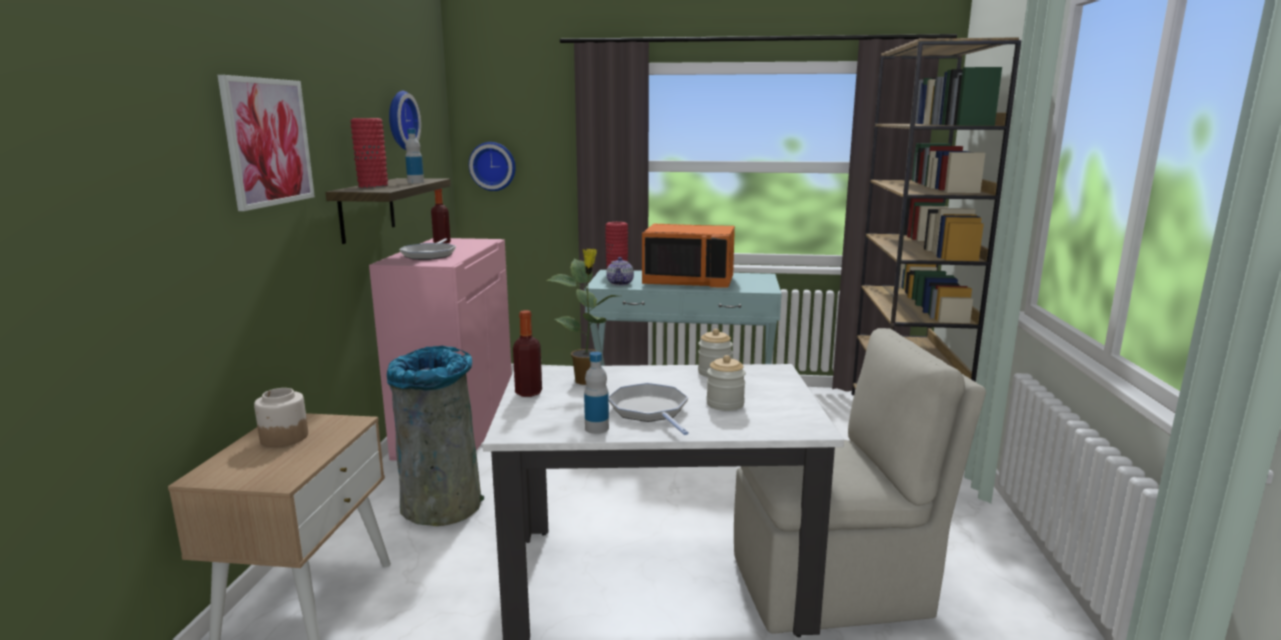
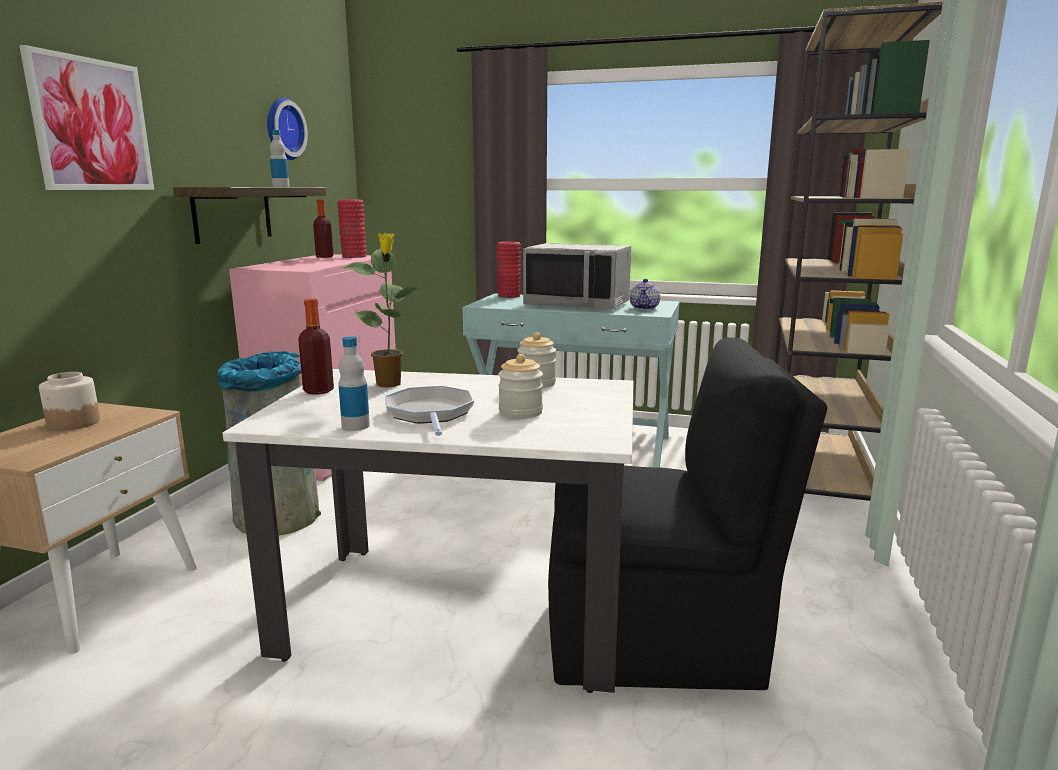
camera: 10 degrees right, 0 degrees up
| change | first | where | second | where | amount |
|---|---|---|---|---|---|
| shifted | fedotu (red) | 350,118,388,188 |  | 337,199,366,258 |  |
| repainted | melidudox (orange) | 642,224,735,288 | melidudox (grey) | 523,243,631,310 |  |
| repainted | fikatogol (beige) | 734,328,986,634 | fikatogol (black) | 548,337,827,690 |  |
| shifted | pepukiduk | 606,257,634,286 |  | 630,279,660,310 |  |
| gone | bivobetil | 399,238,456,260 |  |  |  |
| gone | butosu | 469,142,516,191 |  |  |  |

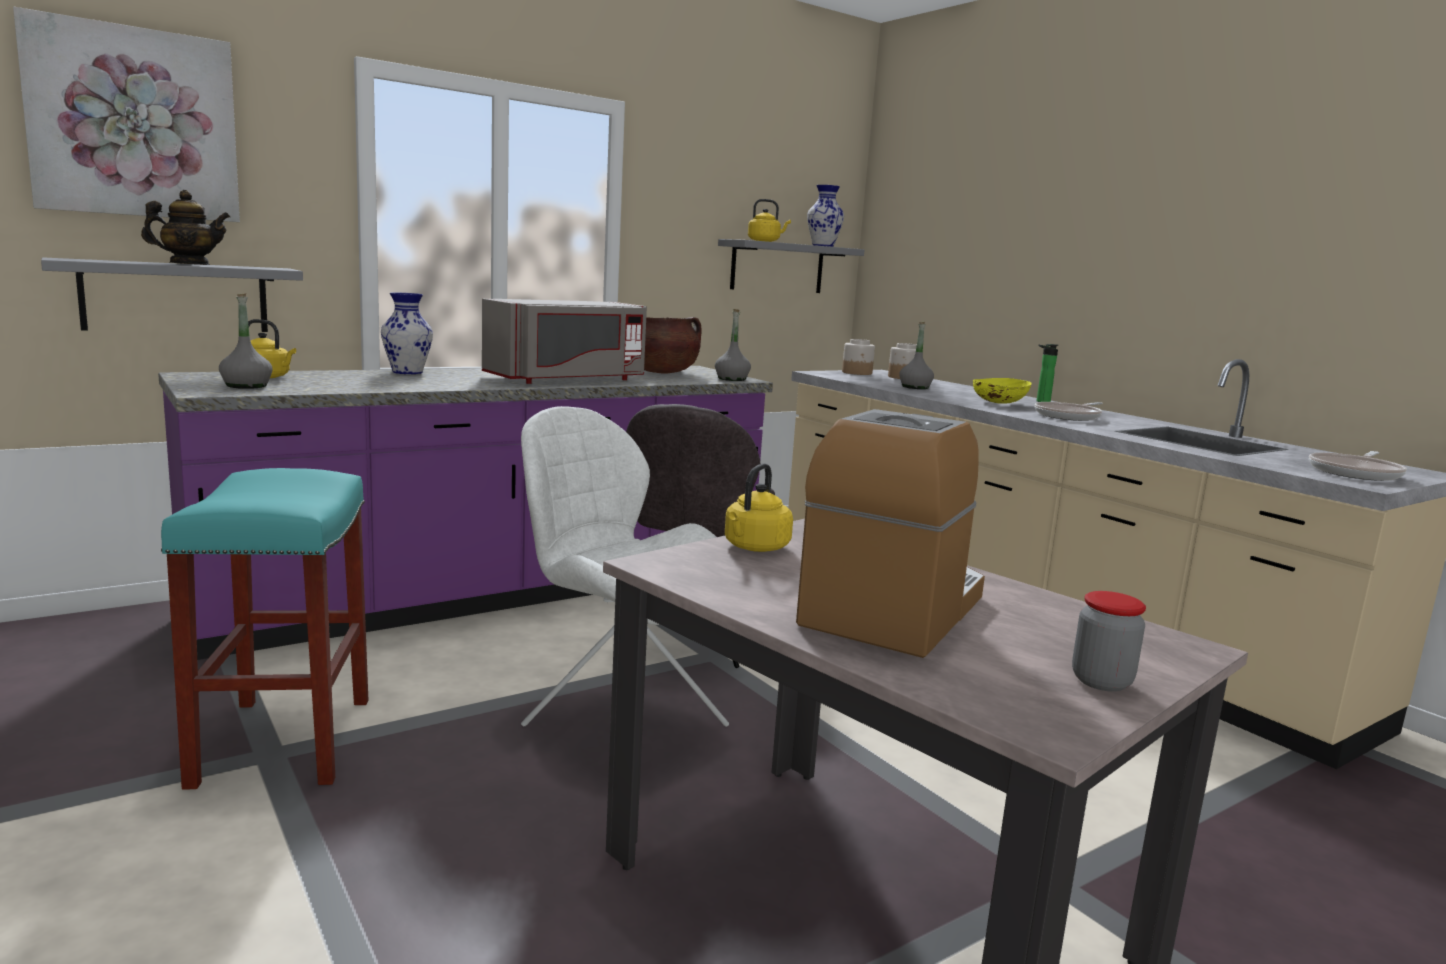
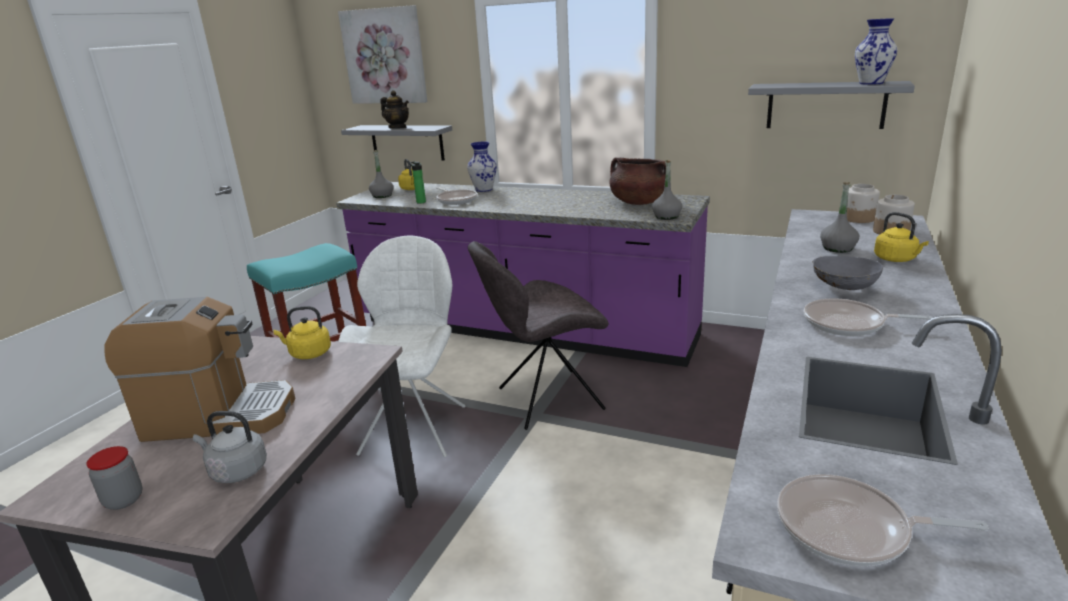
camera: 60 degrees right, 10 degrees up
| change | first | where | second | where | amount |
|---|---|---|---|---|---|
| new |  |  | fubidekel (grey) | 193,411,267,483 |  |
| shifted | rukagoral | 1037,344,1058,402 |  | 409,161,426,204 |  |
| new |  |  | bivobetil | 436,187,477,205 |  |
| repainted | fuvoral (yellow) | 973,378,1032,404 | fuvoral (grey) | 813,256,883,290 |  |
| shifted | fubidekel (yellow) | 748,199,791,242 |  | 874,212,929,262 |  |
| gone | melidudox (grey) | 482,299,647,384 |  |  |  |

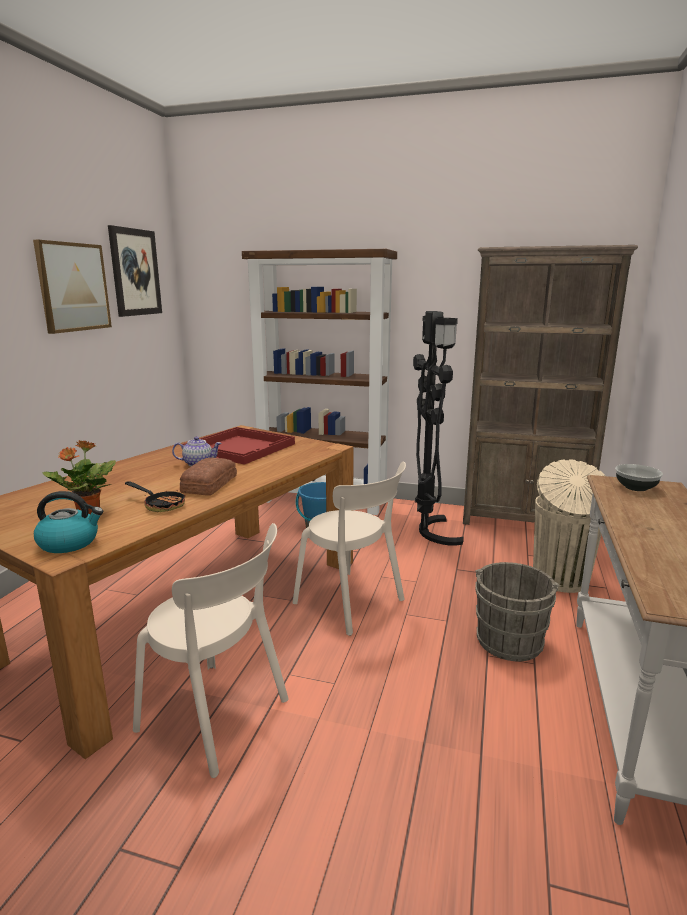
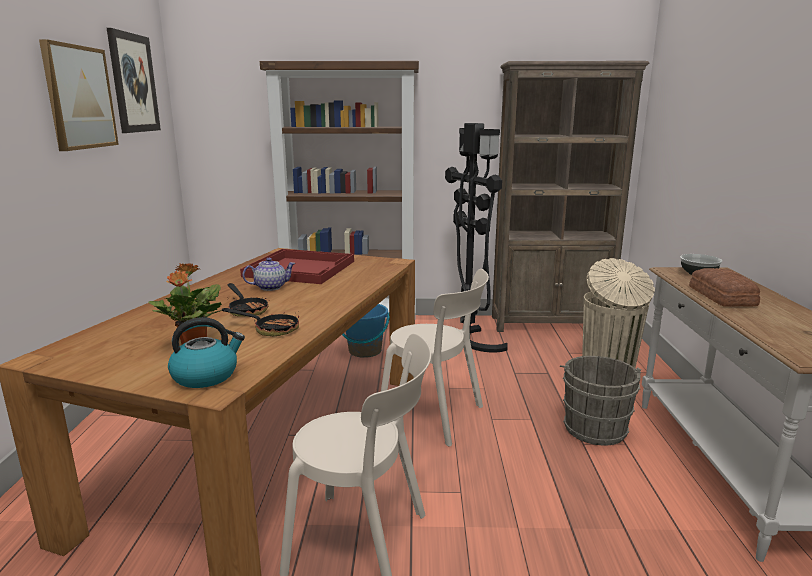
camera: 15 degrees left, 0 degrees up
| change | first | where | second | where | amount |
|---|---|---|---|---|---|
| new |  |  | bivobetil | 227,283,269,317 |  |
| shifted | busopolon | 180,457,237,496 |  | 689,268,760,307 |  |

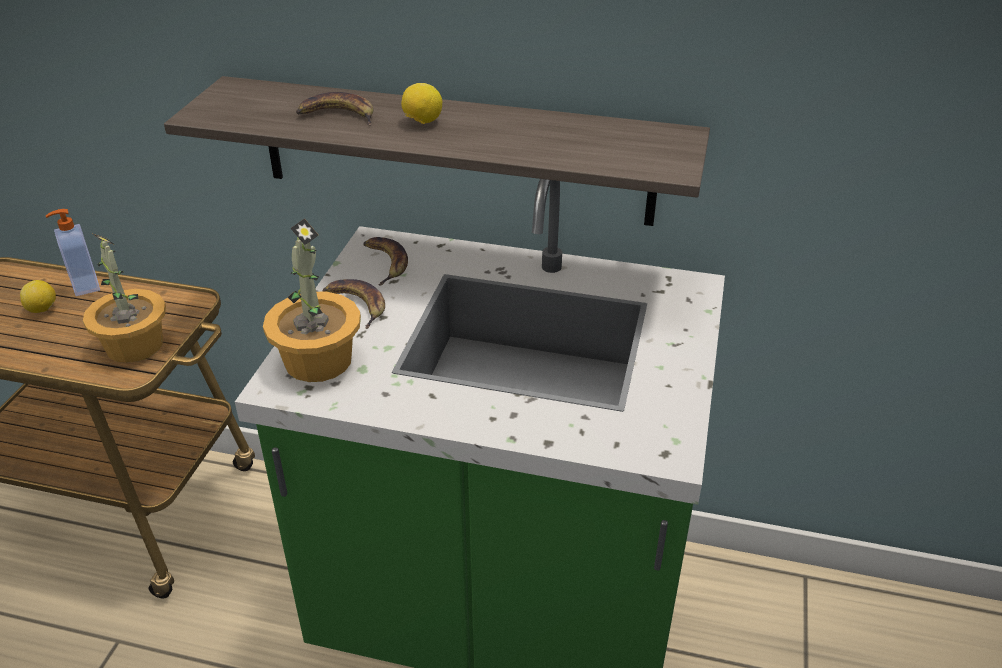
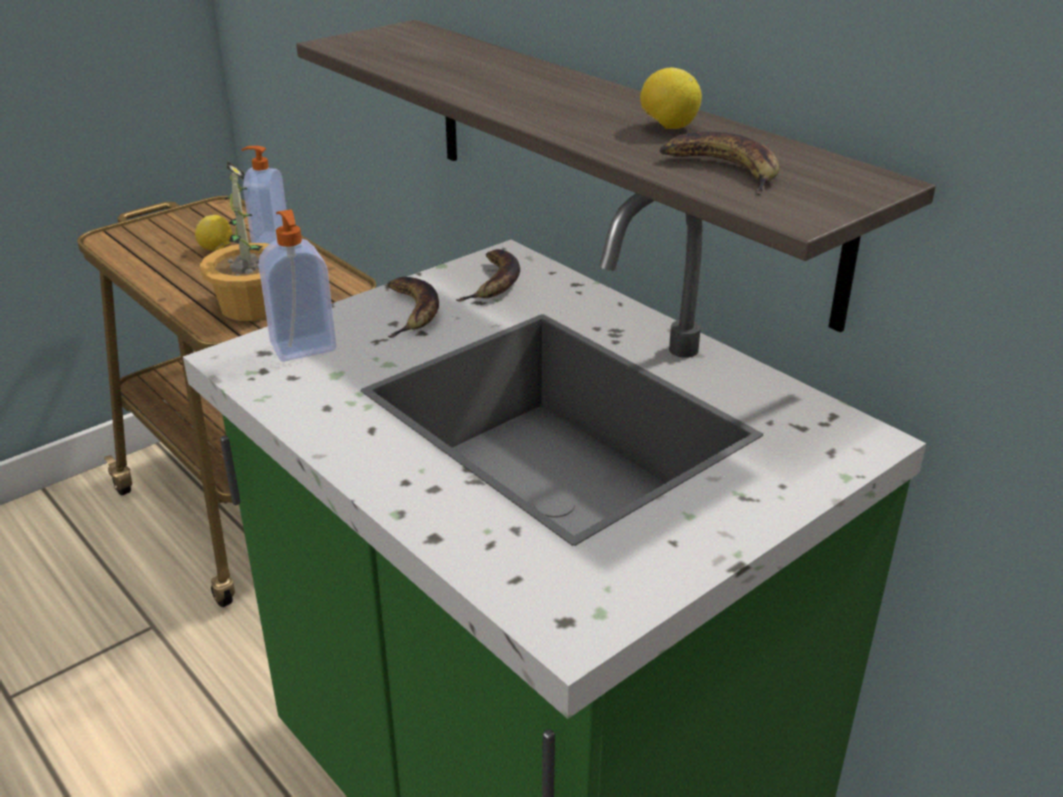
camera: 35 degrees right, 5 degrees down
| change | first | where | second | where | amount |
|---|---|---|---|---|---|
| swapped | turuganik | 263,218,361,382 | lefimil | 259,209,336,362 |  |
| shifted | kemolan | 401,83,442,124 |  | 640,67,702,129 |  |
| shifted | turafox | 296,92,373,126 |  | 660,132,779,195 |  |

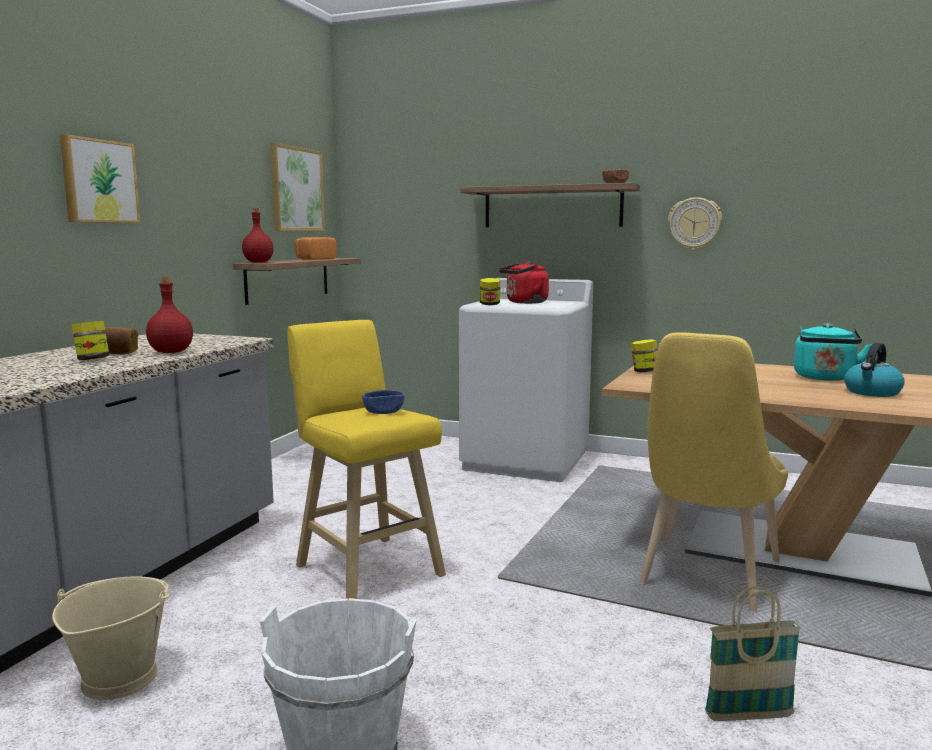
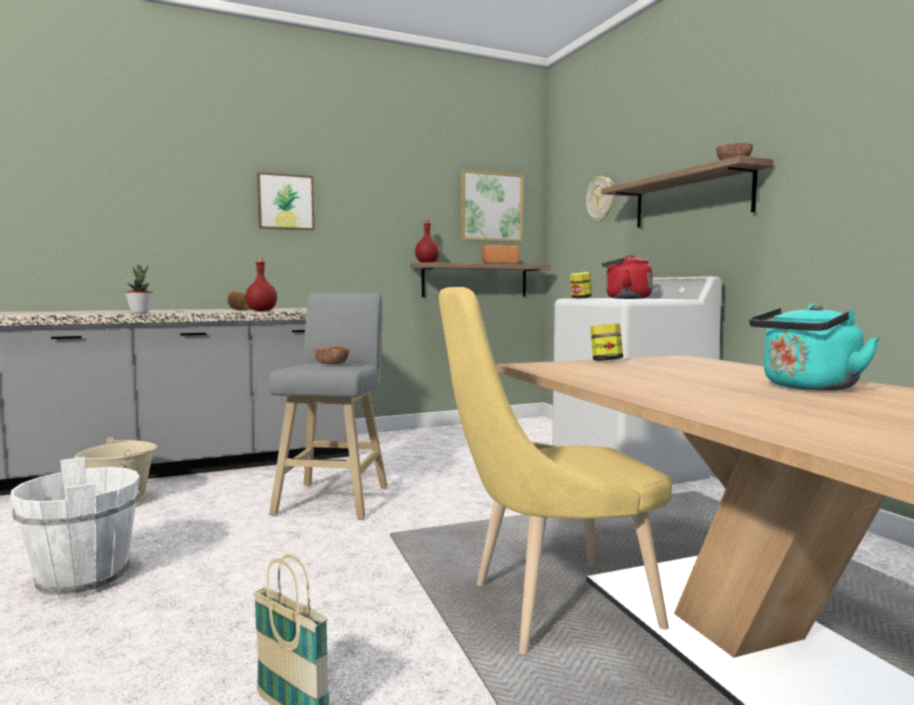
camera: 45 degrees right, 5 degrees down
| change | first | where | second | where | amount |
|---|---|---|---|---|---|
| new |  |  | turuganik | 125,265,152,313 |  |
| repainted | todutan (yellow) | 287,320,446,599 | todutan (grey) | 269,293,388,520 |  |
| repainted | fuvoral (blue) | 362,390,405,414 | fuvoral (brown) | 315,346,349,365 |  |
| shifted | butosu | 668,197,722,250 |  | 586,176,614,222 |  |
| gone | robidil | 72,321,109,360 |  |  |  |
| gone | fubidekel | 844,343,905,397 |  |  |  |

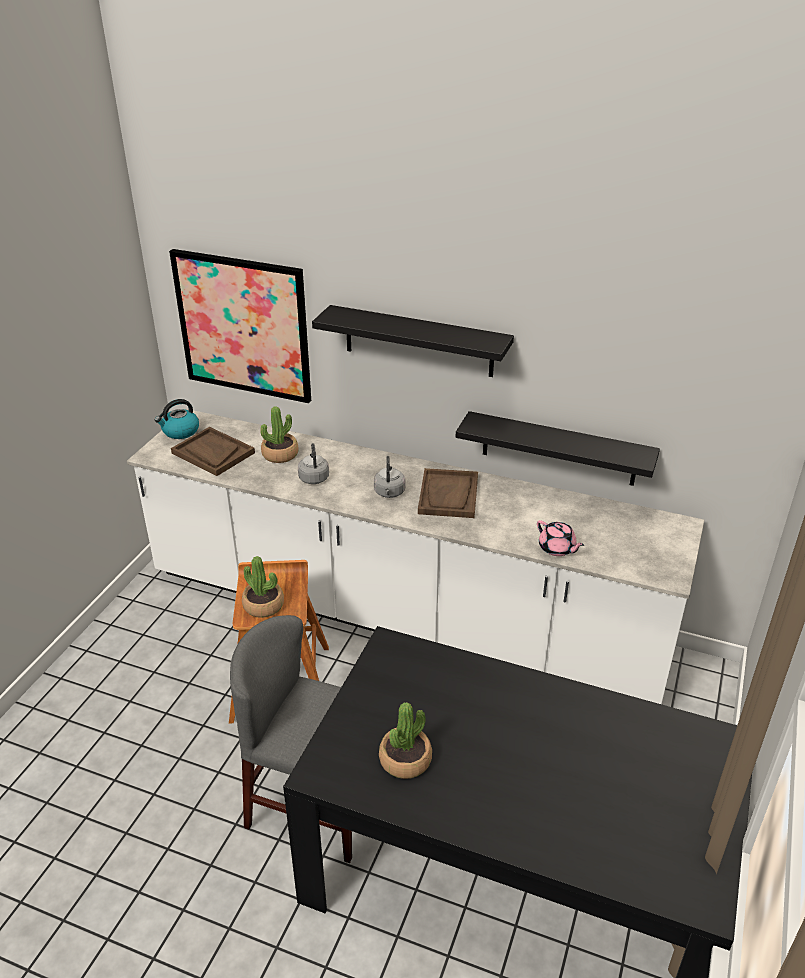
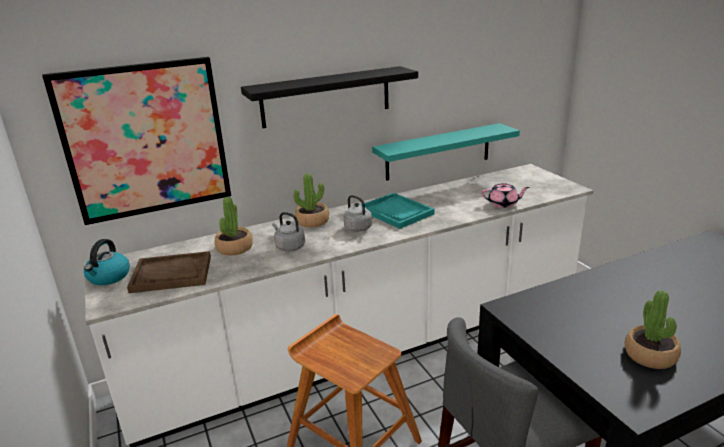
camera: 45 degrees left, 10 degrees down
| change | first | where | second | where | amount |
|---|---|---|---|---|---|
| shifted | turuganik | 242,556,284,618 |  | 293,173,329,228 |  |
| repainted | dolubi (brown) | 418,468,478,518 | dolubi (turquoise) | 360,193,435,229 |  |
| repainted | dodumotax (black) | 456,411,660,486 | dodumotax (turquoise) | 372,123,520,181 |  |

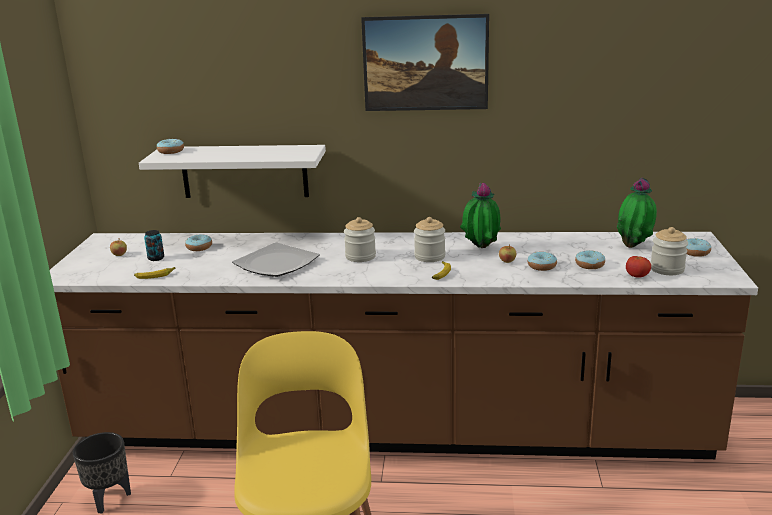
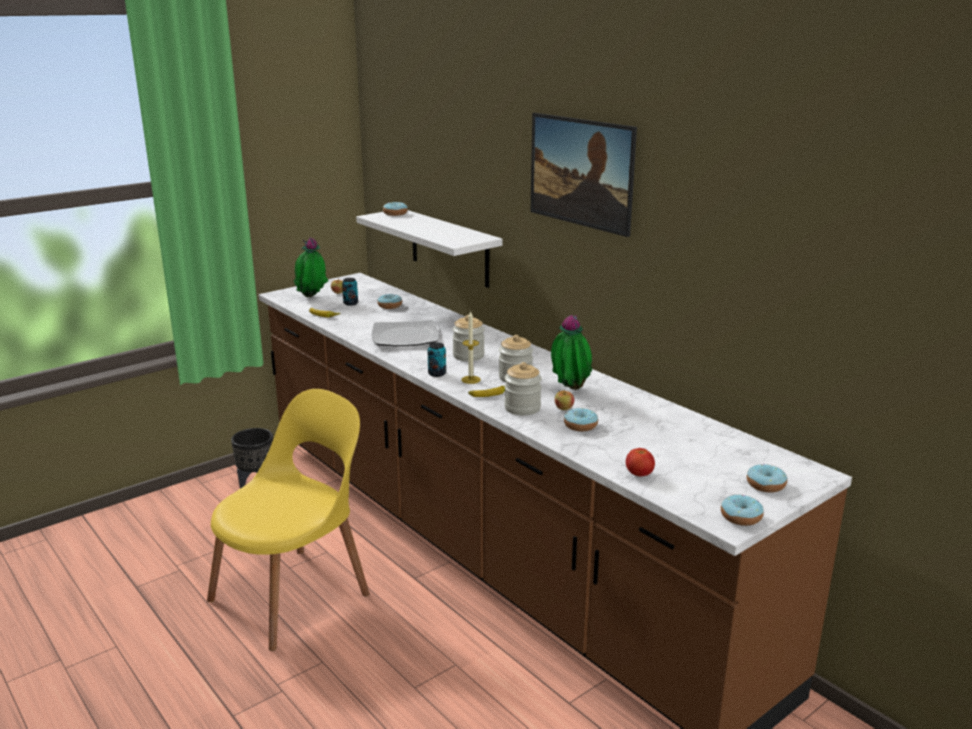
camera: 45 degrees right, 0 degrees up
| change | first | where | second | where | amount |
|---|---|---|---|---|---|
| shifted | turuganik | 617,177,657,248 |  | 294,237,328,297 |  |
| new |  |  | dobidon | 427,343,446,377 |  |
| new |  |  | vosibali | 461,310,481,384 |  |
| shifted | robidil | 650,227,688,275 |  | 504,362,542,415 |  |
| shifted | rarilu | 575,250,605,269 |  | 721,495,764,526 |  |

